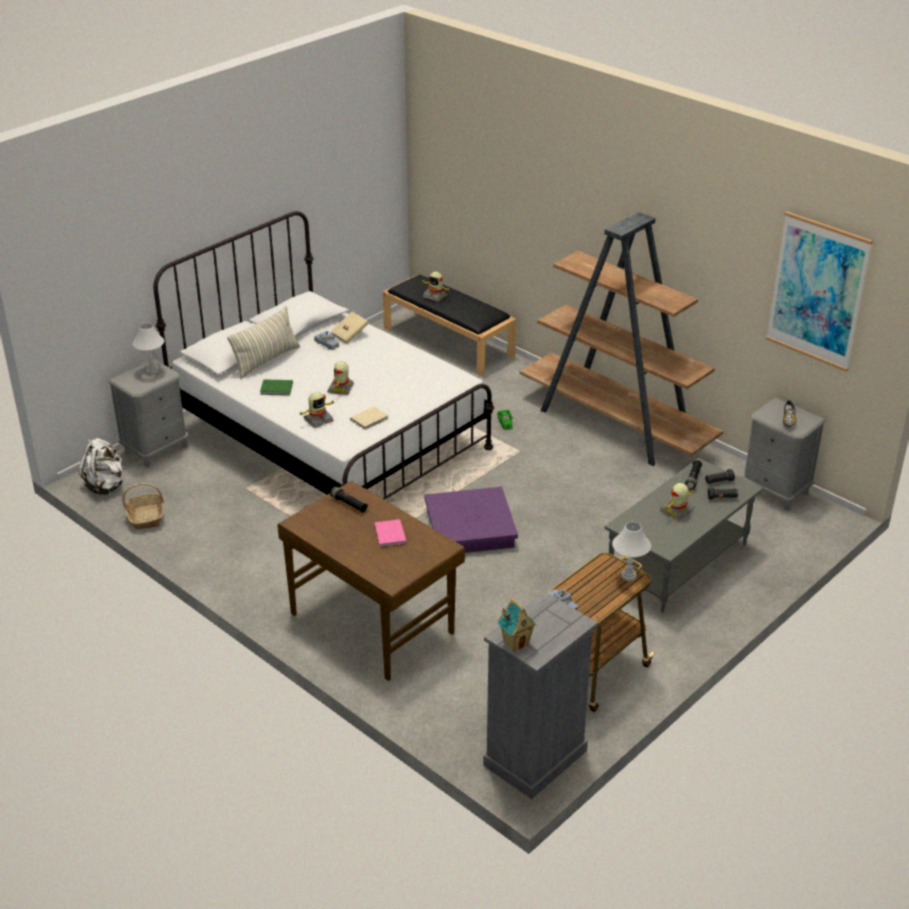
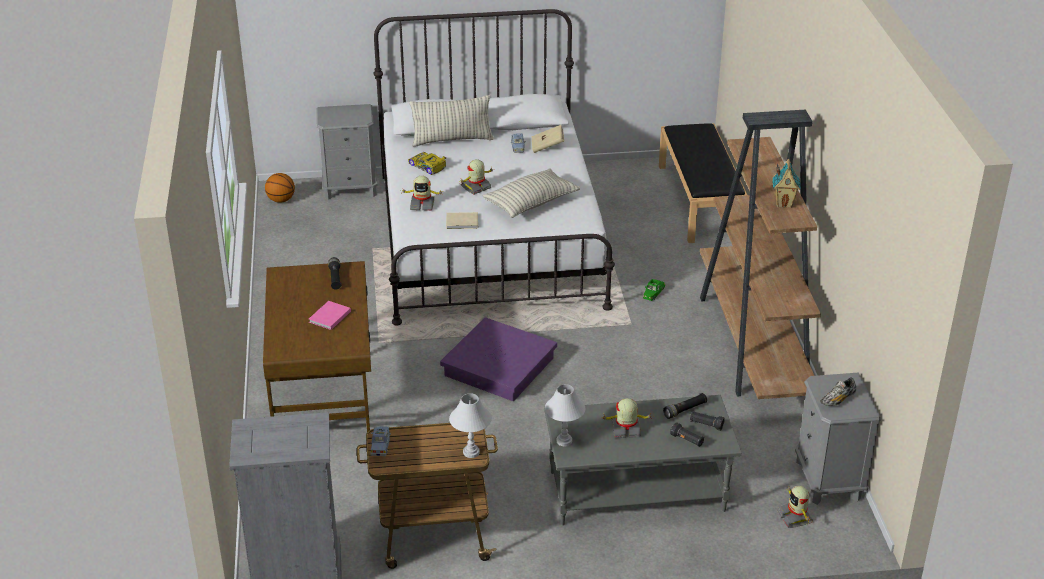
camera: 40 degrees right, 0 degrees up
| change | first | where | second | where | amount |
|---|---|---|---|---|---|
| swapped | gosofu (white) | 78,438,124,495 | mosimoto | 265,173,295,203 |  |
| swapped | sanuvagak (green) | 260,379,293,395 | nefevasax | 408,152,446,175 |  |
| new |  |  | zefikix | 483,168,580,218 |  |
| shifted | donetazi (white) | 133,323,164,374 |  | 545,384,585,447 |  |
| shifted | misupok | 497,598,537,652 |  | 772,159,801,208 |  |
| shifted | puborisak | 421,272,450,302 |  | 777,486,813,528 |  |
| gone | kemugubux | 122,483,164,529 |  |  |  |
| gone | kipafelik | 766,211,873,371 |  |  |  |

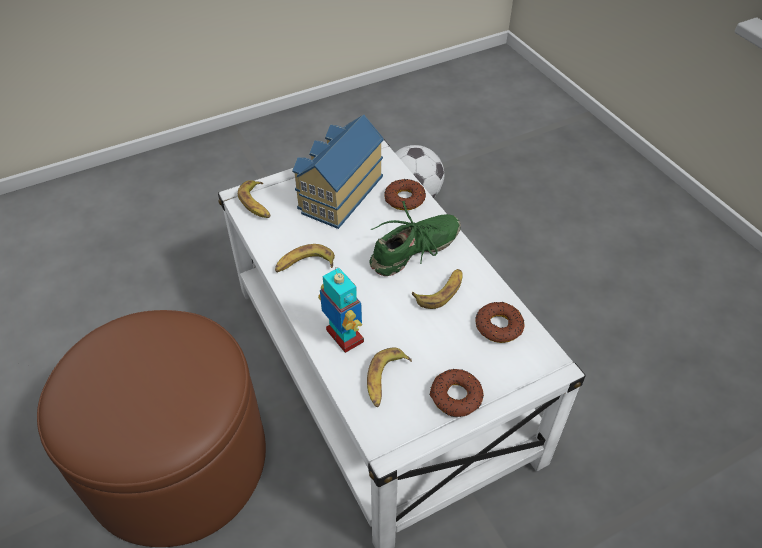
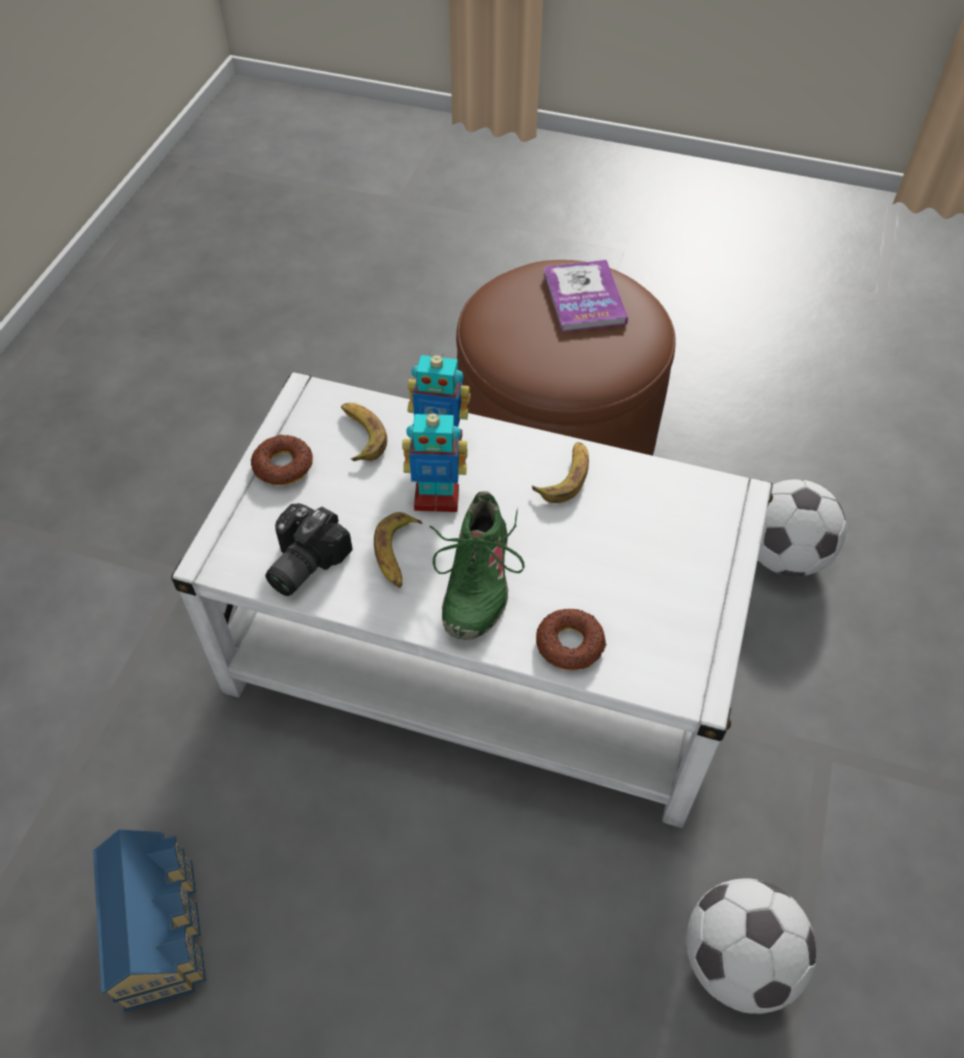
camera: 135 degrees right, 5 degrees up
| change | first | where | second | where | amount |
|---|---|---|---|---|---|
| shifted | misupok | 292,115,384,229 |  | 93,829,206,1012 |  |
| swapped | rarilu | 475,302,524,343 | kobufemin | 265,503,353,596 |  |
| new |  |  | puborisak | 402,407,467,512 |  |
| new |  |  | sanuvagak | 544,260,628,332 |  |
| new |  |  | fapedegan | 758,479,846,576 |  |
| gone | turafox | 238,180,270,218 |  |  |  |

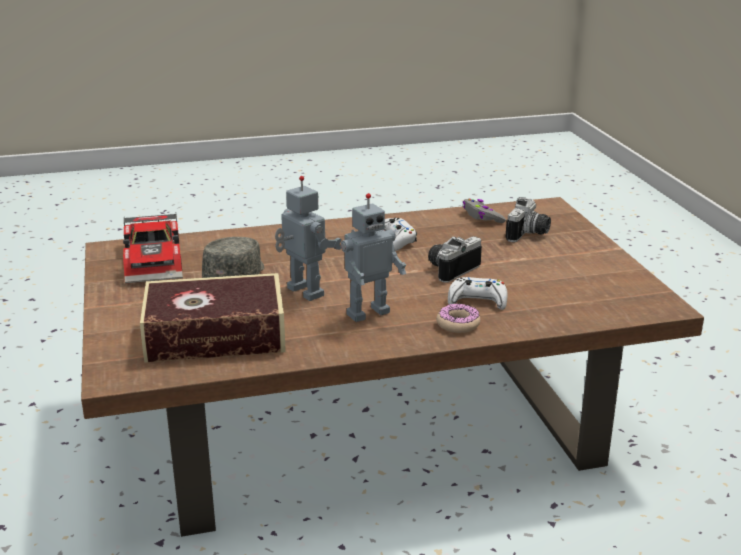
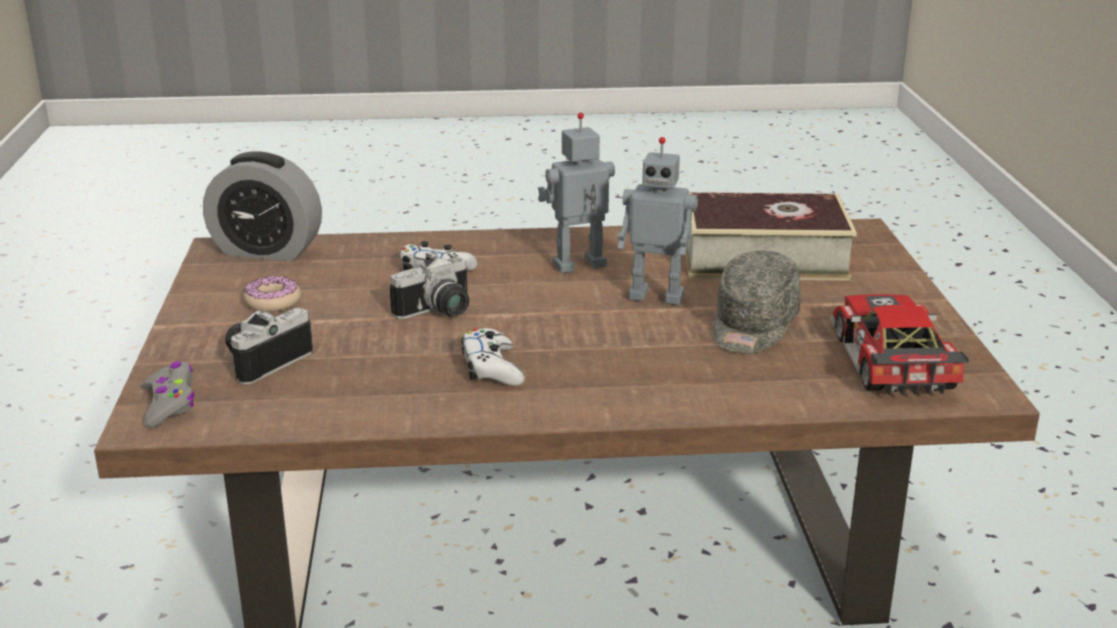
camera: 170 degrees left, 0 degrees up
| change | first | where | second | where | amount |
|---|---|---|---|---|---|
| shifted | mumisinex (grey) | 463,199,506,223 |  | 142,361,195,428 |  |
| new |  |  | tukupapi | 203,151,322,261 |  |
| shifted | rarilu | 436,303,480,333 |  | 244,276,301,312 |  |
| rotated | puborisak | 275,176,342,301 |  | 618,137,698,305 | 45 degrees counterclockwise |

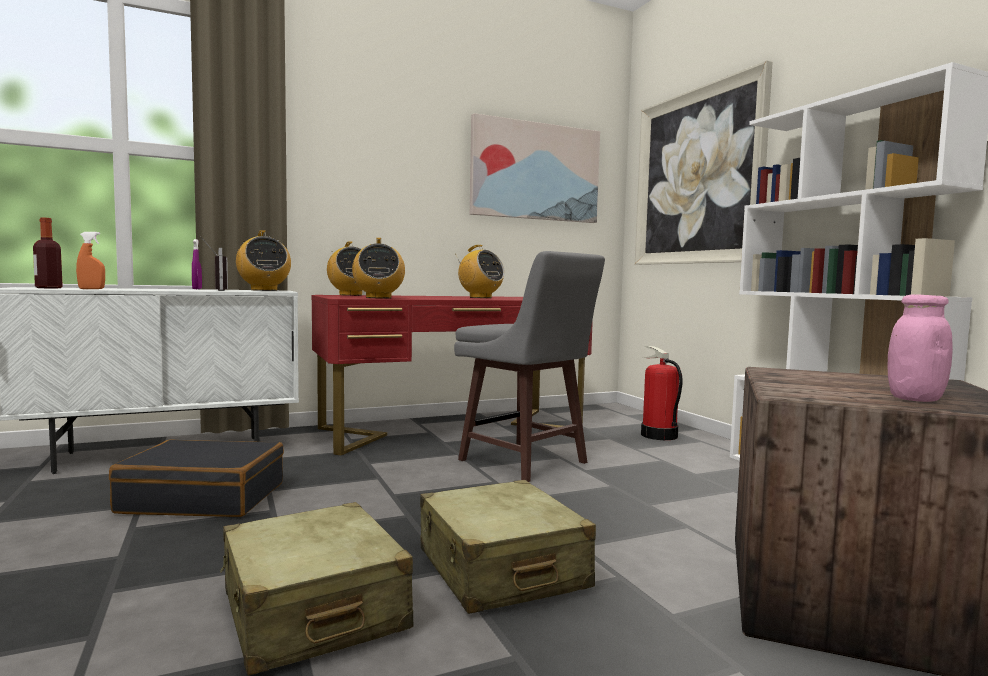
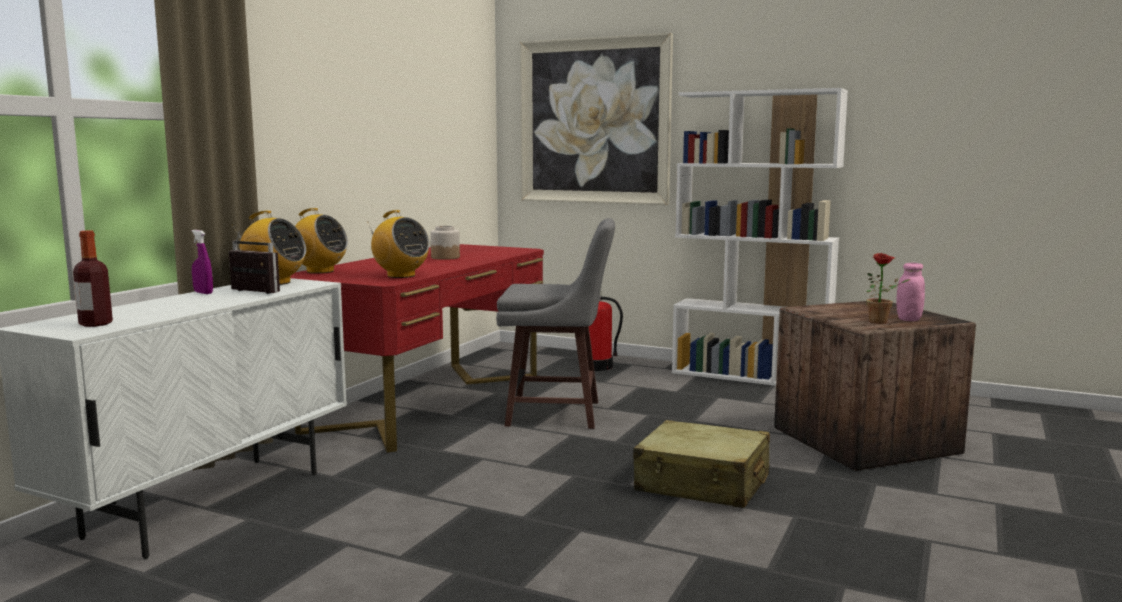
camera: 40 degrees left, 5 degrees up
| change | first | where | second | where | amount |
|---|---|---|---|---|---|
| swapped | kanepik | 456,245,505,298 | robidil | 430,226,460,260 |  |
| new |  |  | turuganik | 866,253,910,324 |  |
| gone | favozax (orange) | 76,232,105,289 |  |  |  |
| gone | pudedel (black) | 109,439,284,517 |  |  |  |
| gone | pudedel (beige) | 220,502,413,676 |  |  |  |
| gone | kipafelik | 470,113,600,223 |  |  |  |

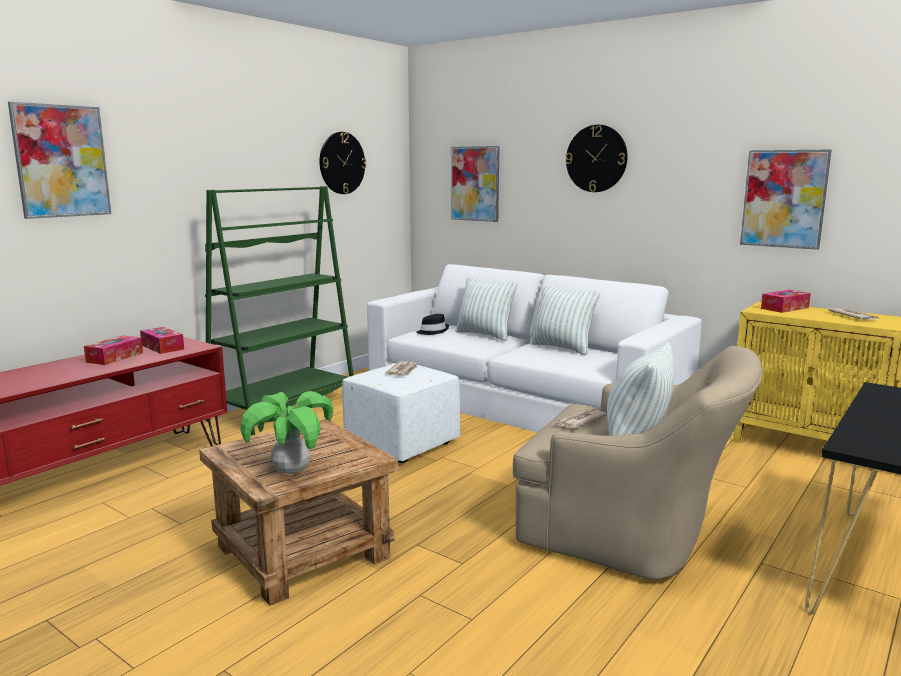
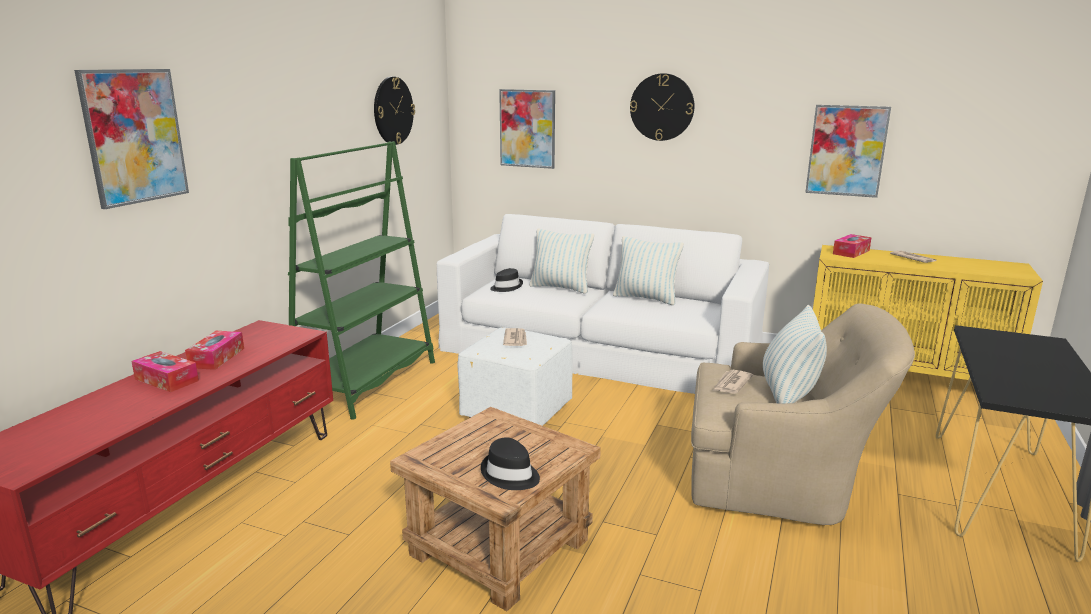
camera: 15 degrees left, 5 degrees up
| change | first | where | second | where | amount |
|---|---|---|---|---|---|
| shifted | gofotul | 140,327,184,354 |  | 131,351,199,392 |  |
| swapped | turuganik | 240,391,333,474 | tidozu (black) | 481,437,540,490 |  |

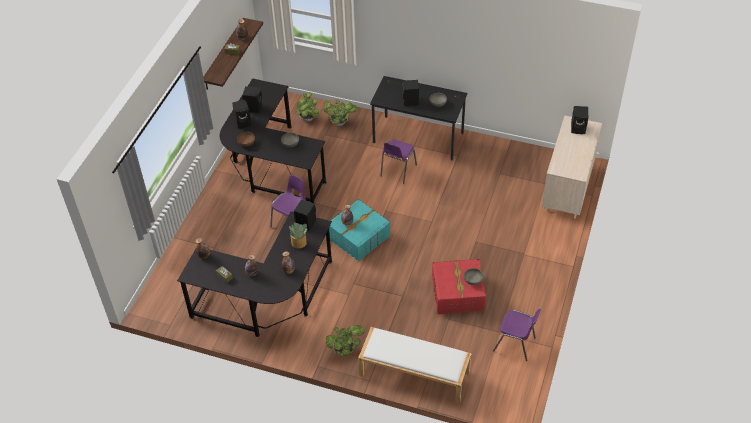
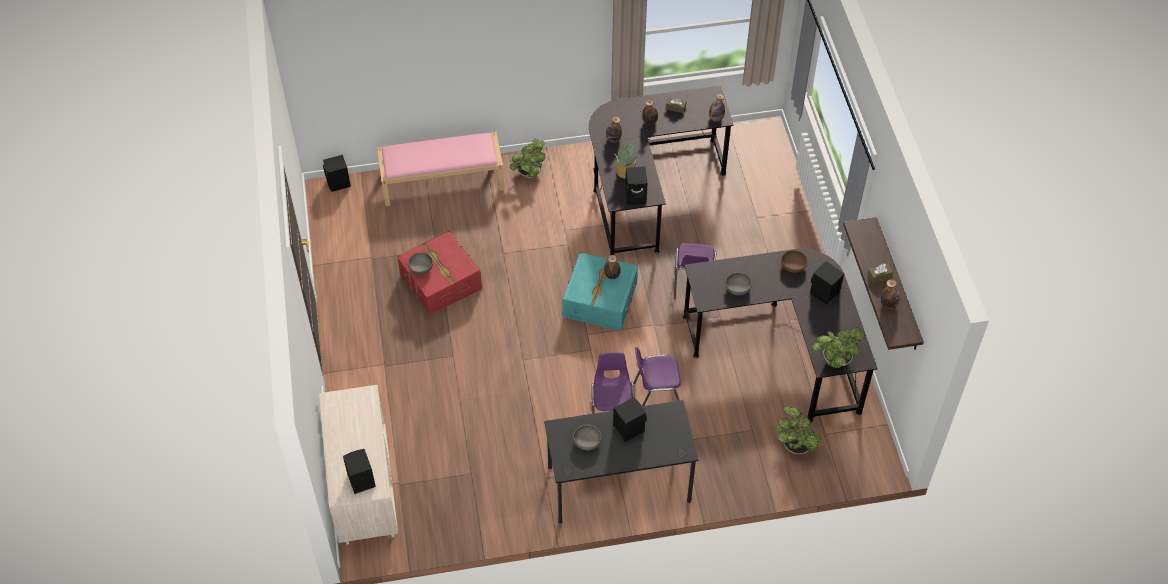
camera: 150 degrees right, 5 degrees up
| change | first | where | second | where | amount |
|---|---|---|---|---|---|
| shifted | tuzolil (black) | 242,86,262,113 |  | 323,155,351,192 |  |
| repainted | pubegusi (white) | 358,327,471,404 | pubegusi (pink) | 377,132,504,206 |  |
| shifted | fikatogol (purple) | 493,309,541,361 |  | 633,347,681,406 |  |
| shifted | turuganik | 323,99,357,126 |  | 812,327,864,368 |  |

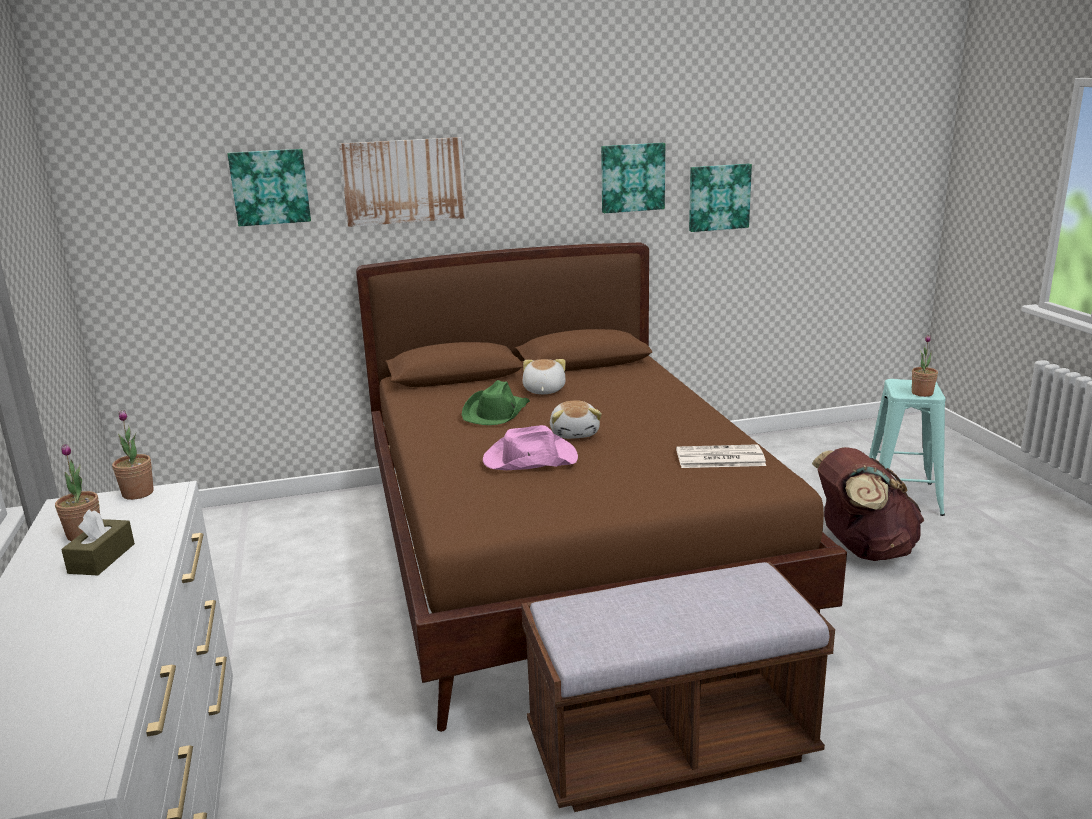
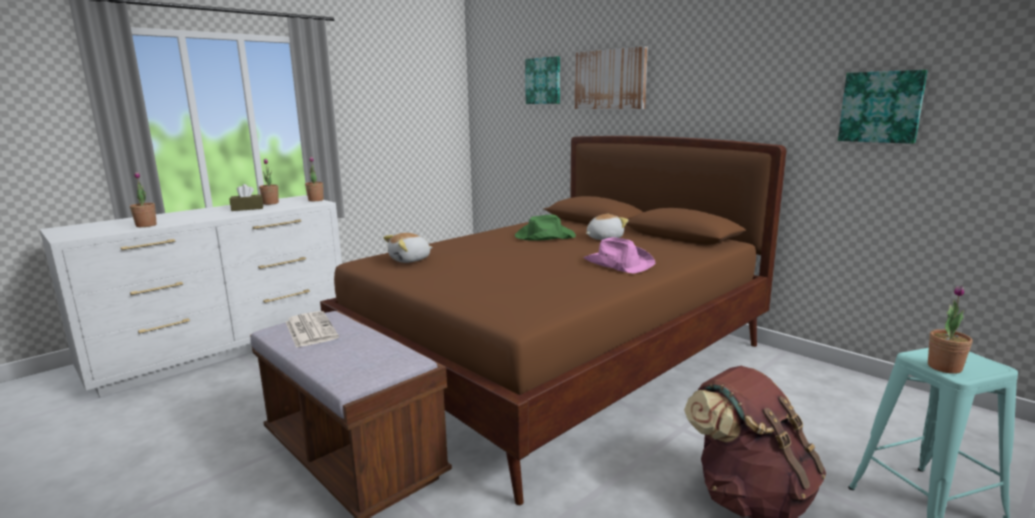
camera: 60 degrees right, 5 degrees down
| change | first | where | second | where | amount |
|---|---|---|---|---|---|
| new |  |  | turuganik | 130,172,157,227 |  |
| shifted | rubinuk | 676,444,766,468 |  | 286,311,339,348 |  |
| shifted | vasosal | 550,400,602,439 |  | 383,233,433,263 |  |
| shifted | tidozu (pink) | 483,425,578,470 |  | 584,237,655,273 |  |
| gone | kipafelik | 601,143,665,213 |  |  |  |

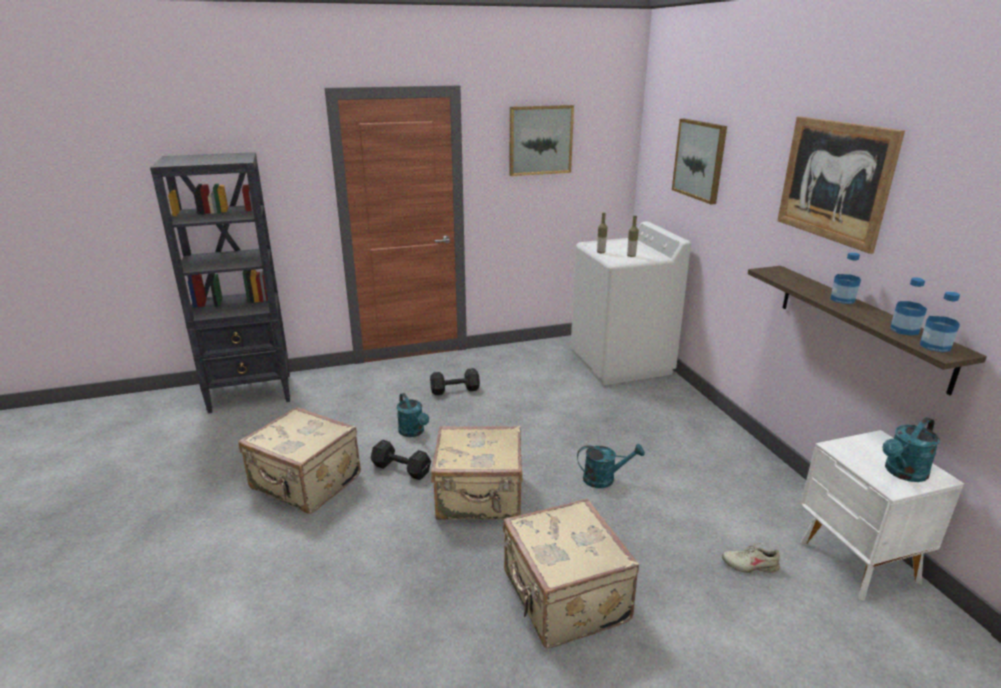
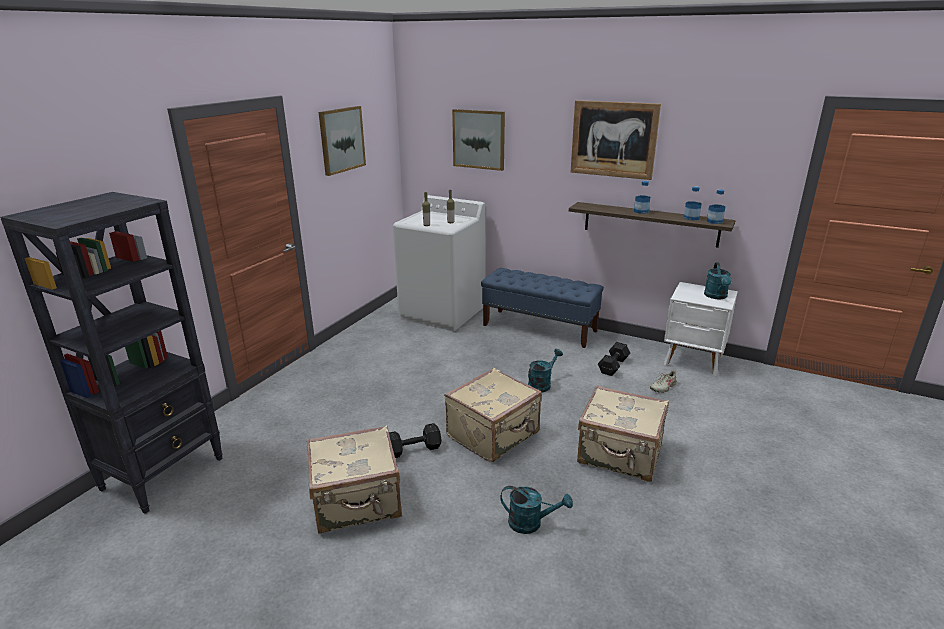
camera: 45 degrees left, 0 degrees up
| change | first | where | second | where | amount |
|---|---|---|---|---|---|
| new |  |  | pubegusi (blue) | 481,268,604,348 |  |
| shifted | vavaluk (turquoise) | 397,393,429,437 |  | 500,486,573,534 |  |
| shifted | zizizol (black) | 430,368,480,395 |  | 598,342,630,376 |  |

